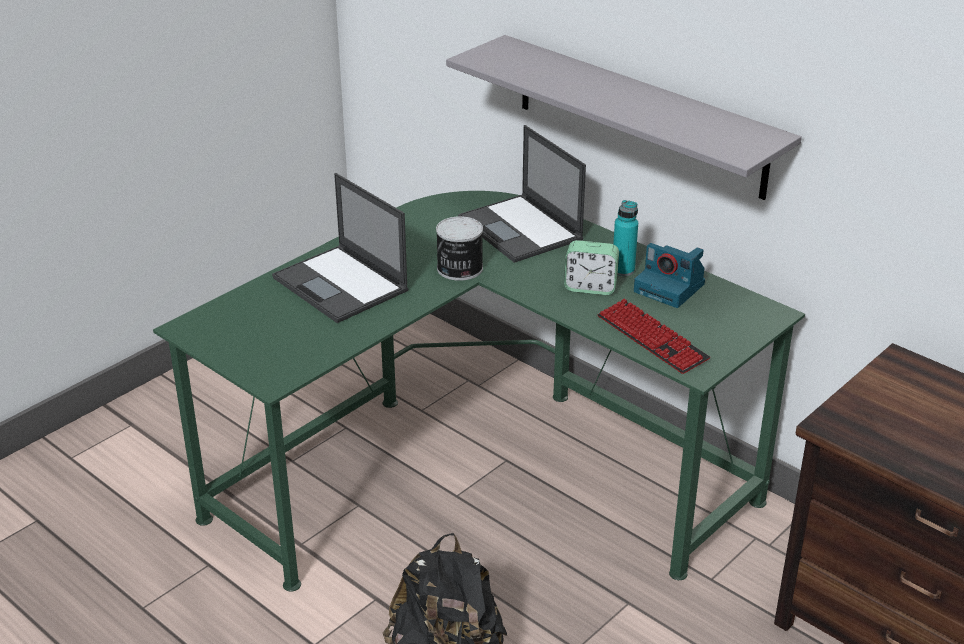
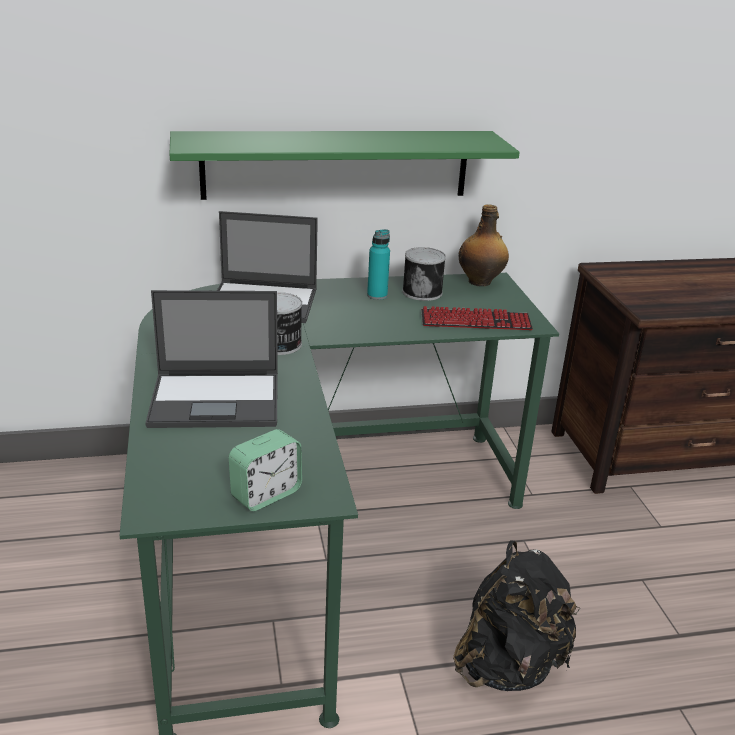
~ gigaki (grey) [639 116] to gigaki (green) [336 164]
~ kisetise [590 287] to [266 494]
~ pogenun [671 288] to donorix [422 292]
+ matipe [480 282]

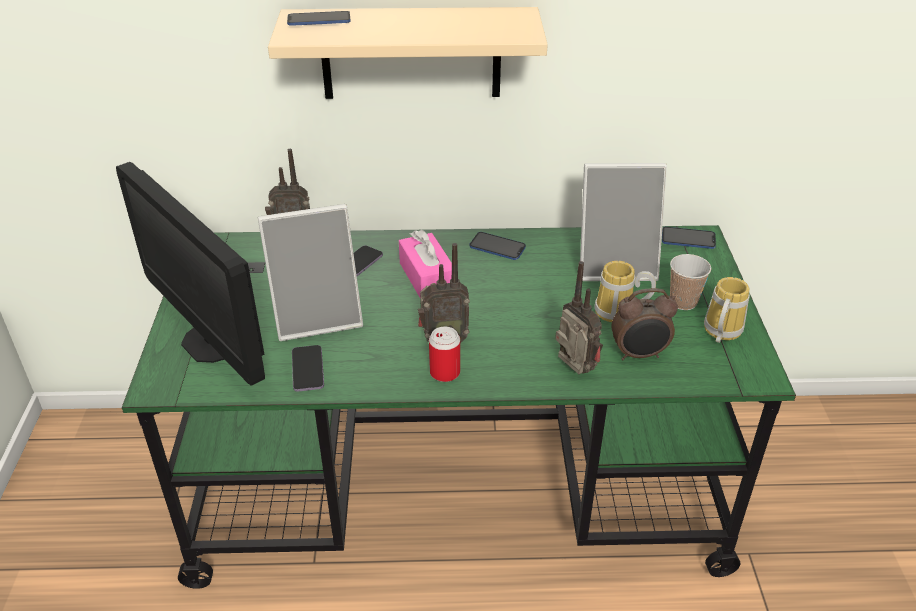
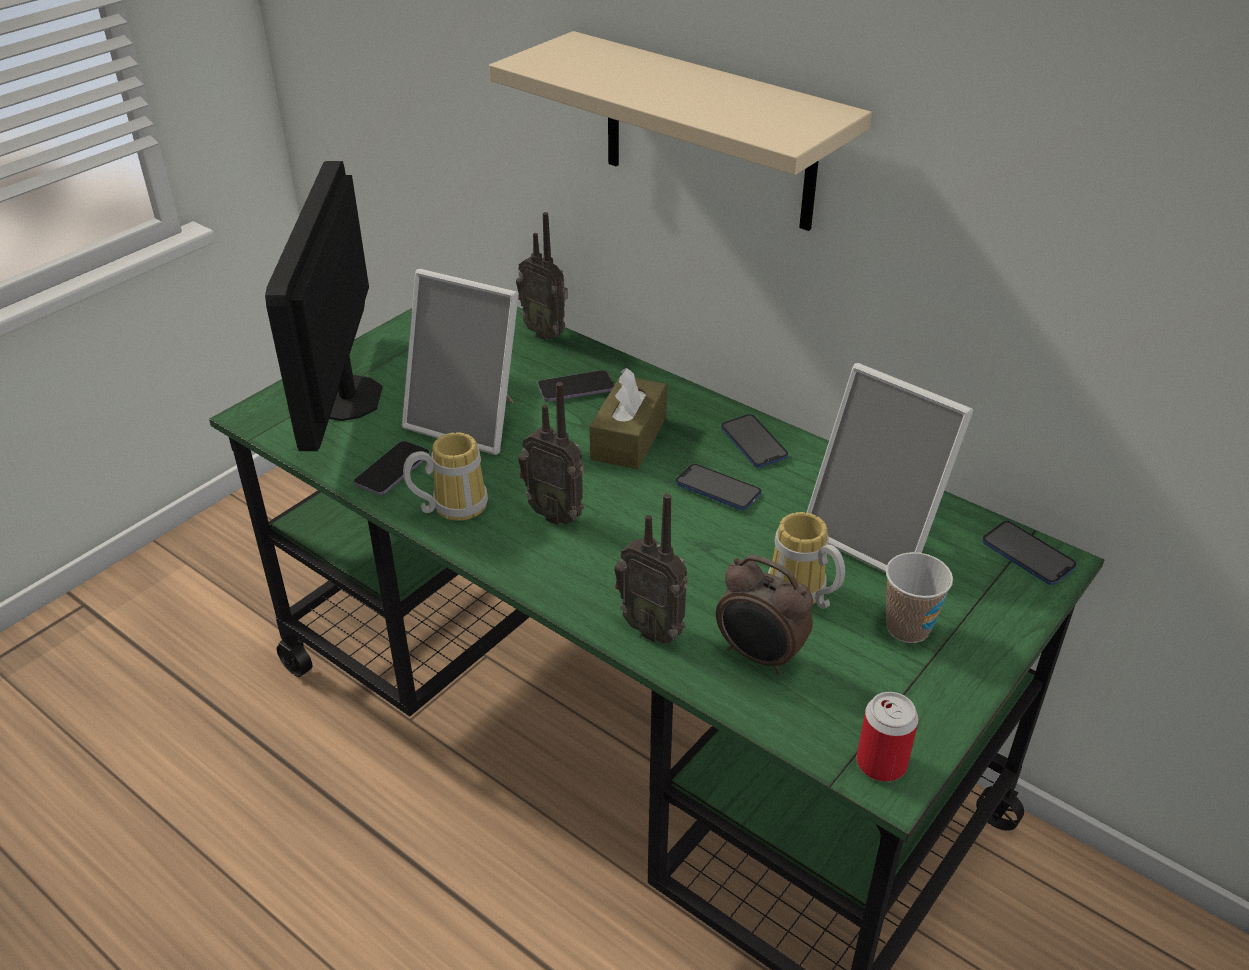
~ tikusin [319 20] to [718 489]
~ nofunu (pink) [427 278] to nofunu (brown) [629 438]
~ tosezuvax [573 371] = [653 628] 120 degrees clockwise
~ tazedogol [719 332] to [452 505]
~ donorix [445 372] to [881 763]

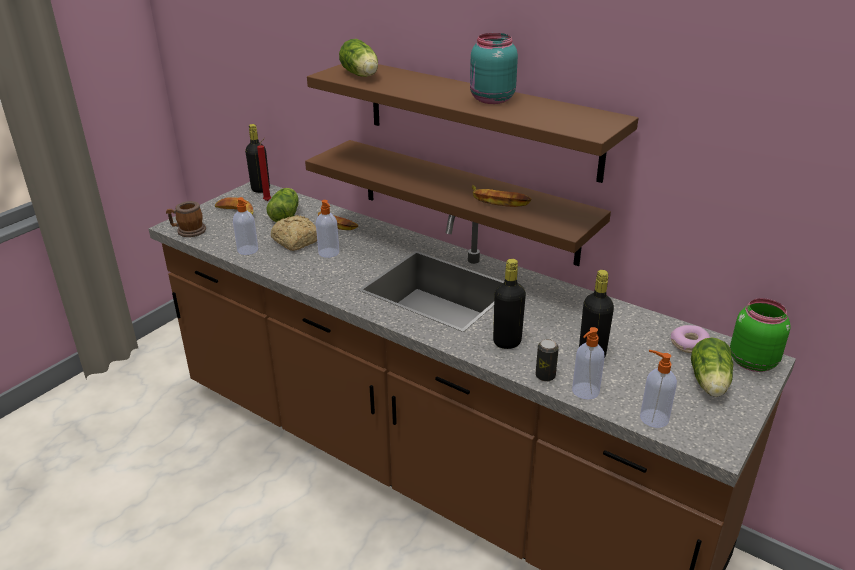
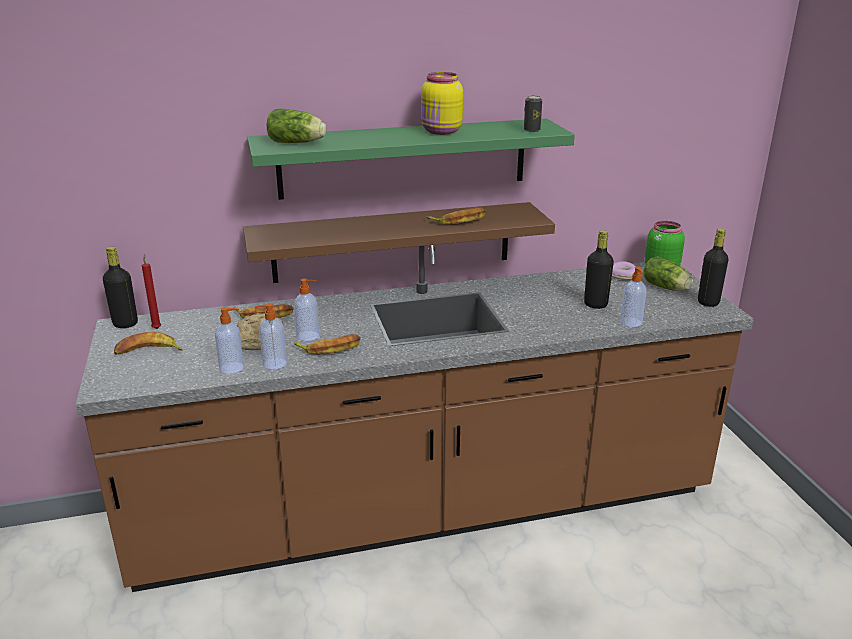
~ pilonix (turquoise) [491 99] to pilonix (yellow) [441 132]
~ gigaki (brown) [480 118] to gigaki (green) [403 158]
- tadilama [286 215]
- tazedogol [188 231]
~ matipe (black) [507 342] to [708 302]
~ donorix [545 376] to [531 130]
~ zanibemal [653 418] to [273 364]
+ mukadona [330 348]

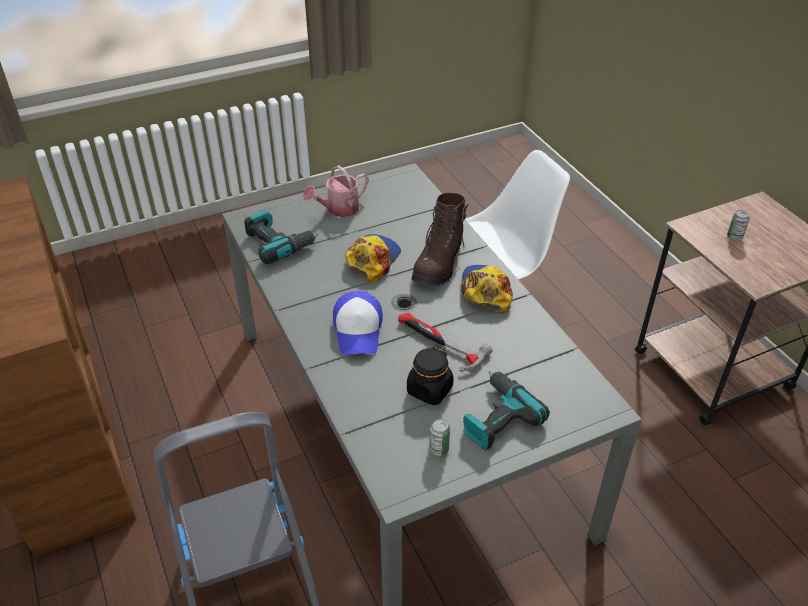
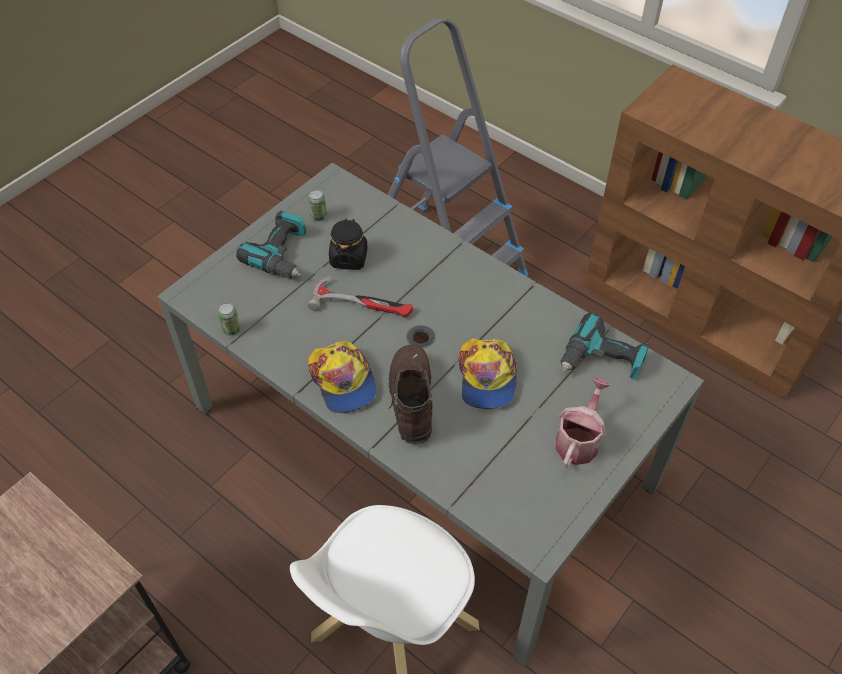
~ donorix [734 237] to [231 330]
- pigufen [358 330]

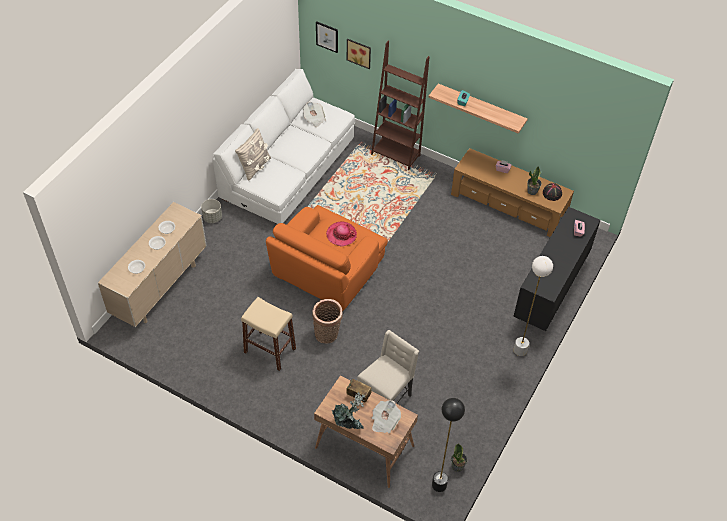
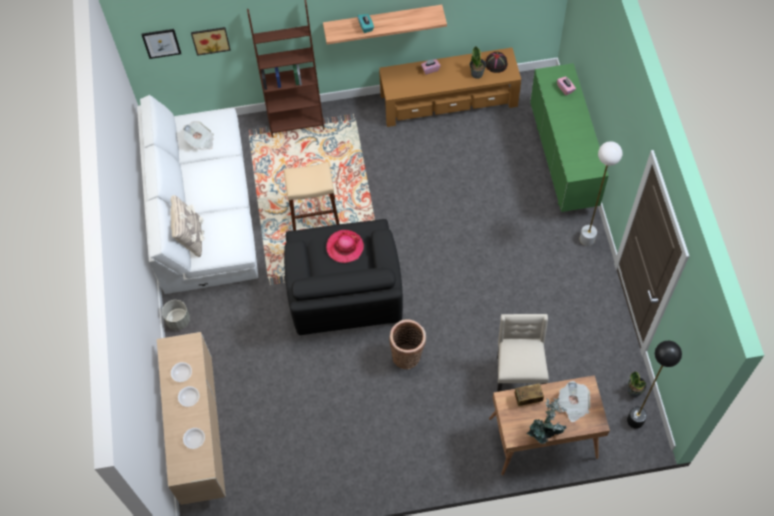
~ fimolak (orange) [327 268] to fimolak (black) [344 289]
~ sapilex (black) [550 293] to sapilex (green) [563 163]
~ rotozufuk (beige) [270 350] to [314 215]

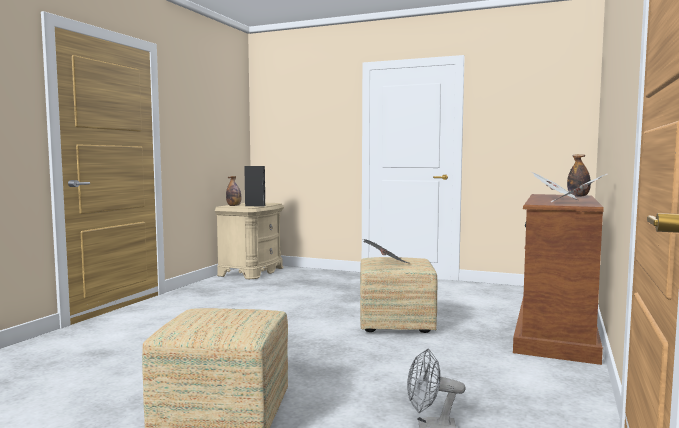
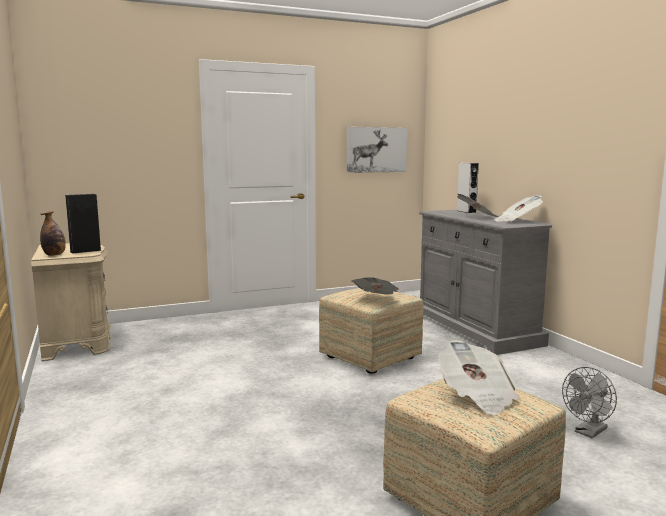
~ matipe [578 196] to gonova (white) [466 211]
~ sapilex (brown) [557 331] to sapilex (grey) [475 328]
+ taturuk [376 149]
+ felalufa [477 397]

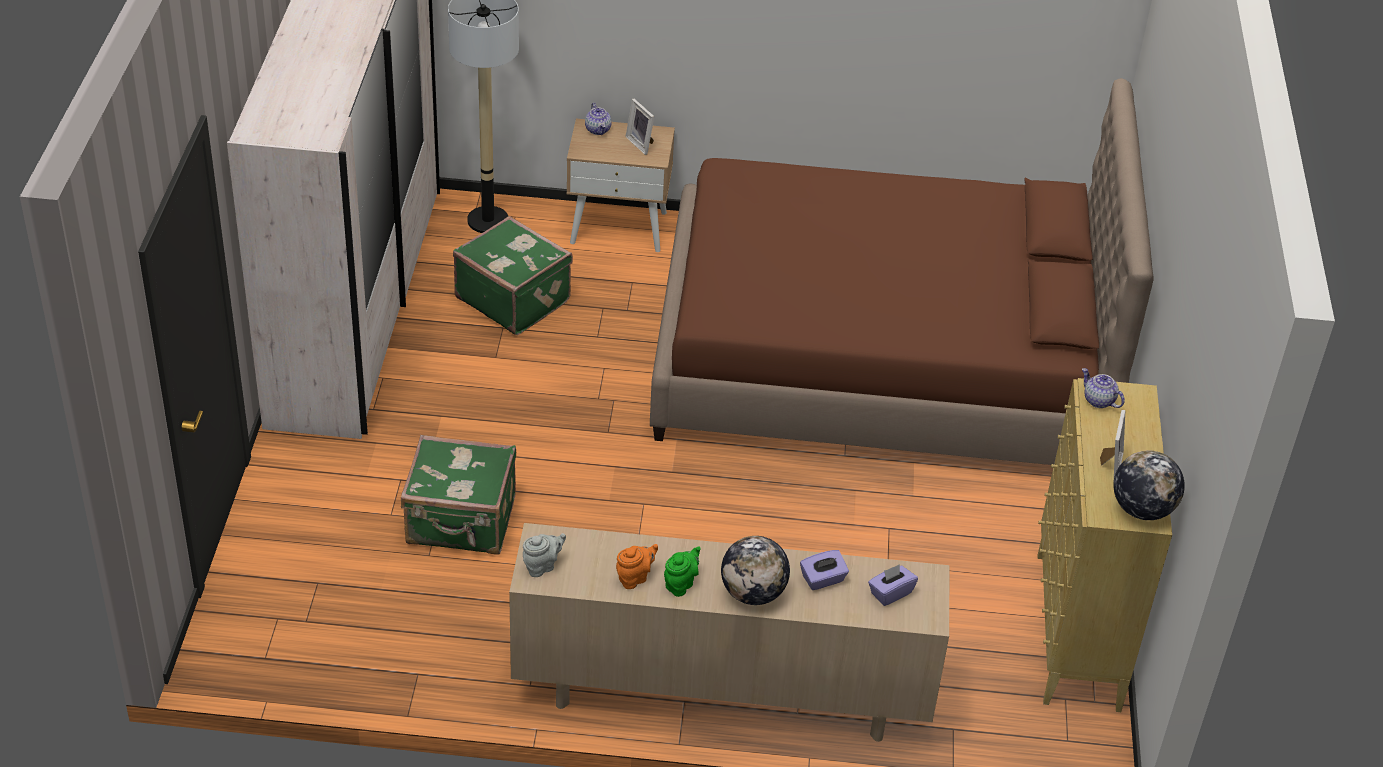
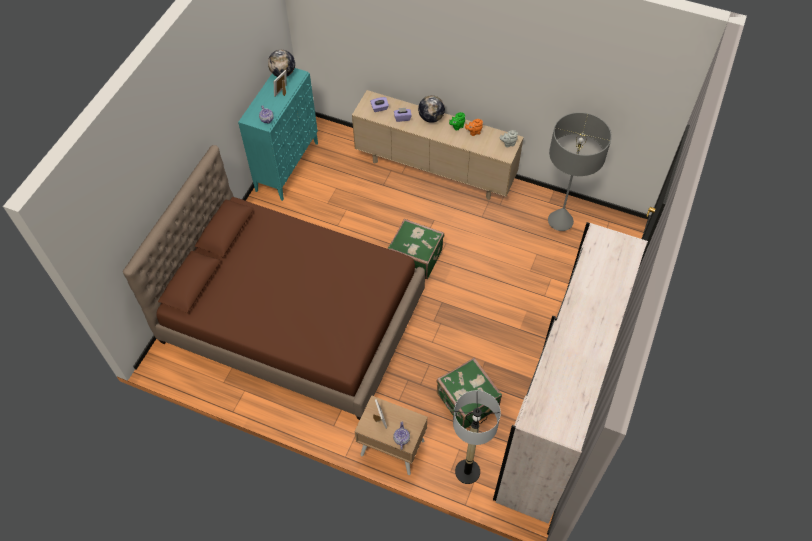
~ sapilex (beige) [1075 632] to sapilex (turquoise) [288 166]
~ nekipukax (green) [461 522] to [415 257]
+ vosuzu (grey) [560 222]

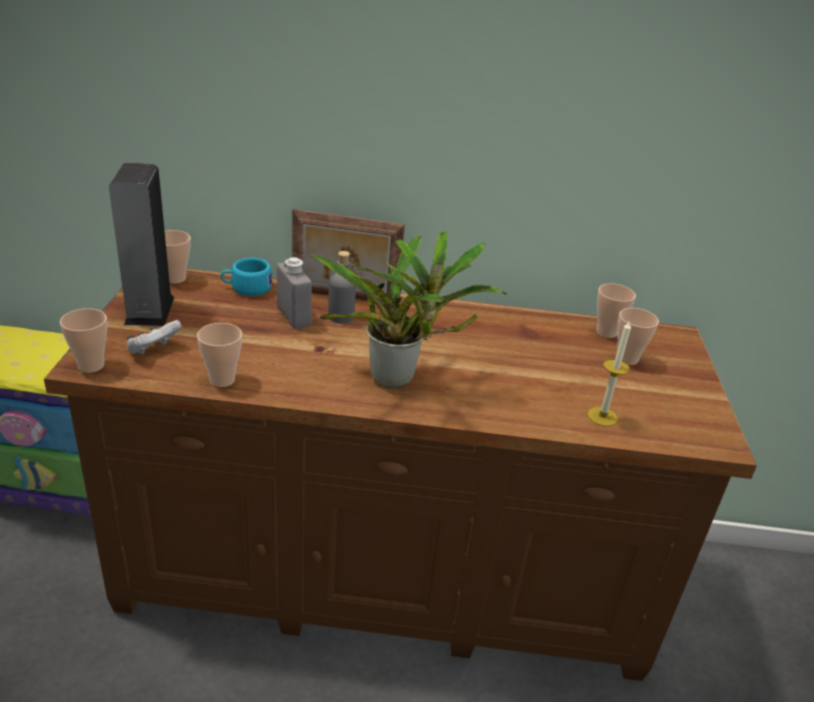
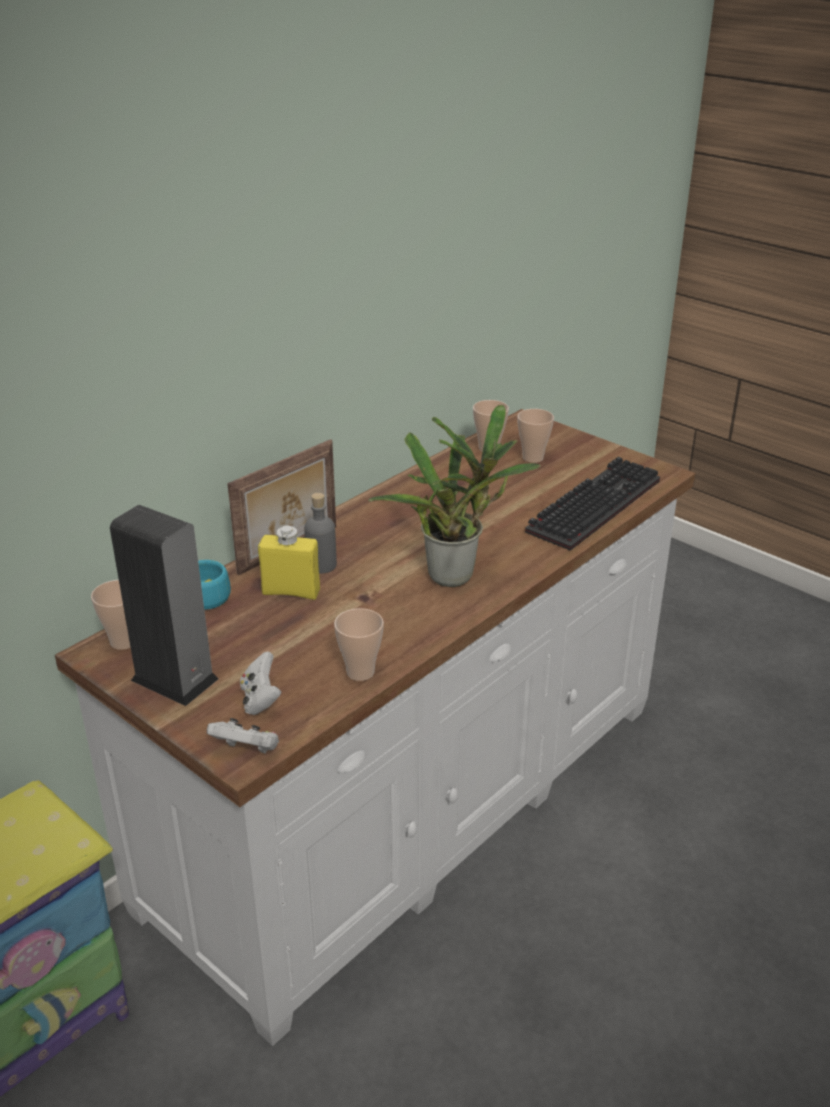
~ matipe (grey) [293 316] to matipe (yellow) [291 592]
~ sapilex (brown) [388 574] to sapilex (white) [415 803]
~ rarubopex [91 366] to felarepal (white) [247 750]
~ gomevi [602 416] to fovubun [593 504]

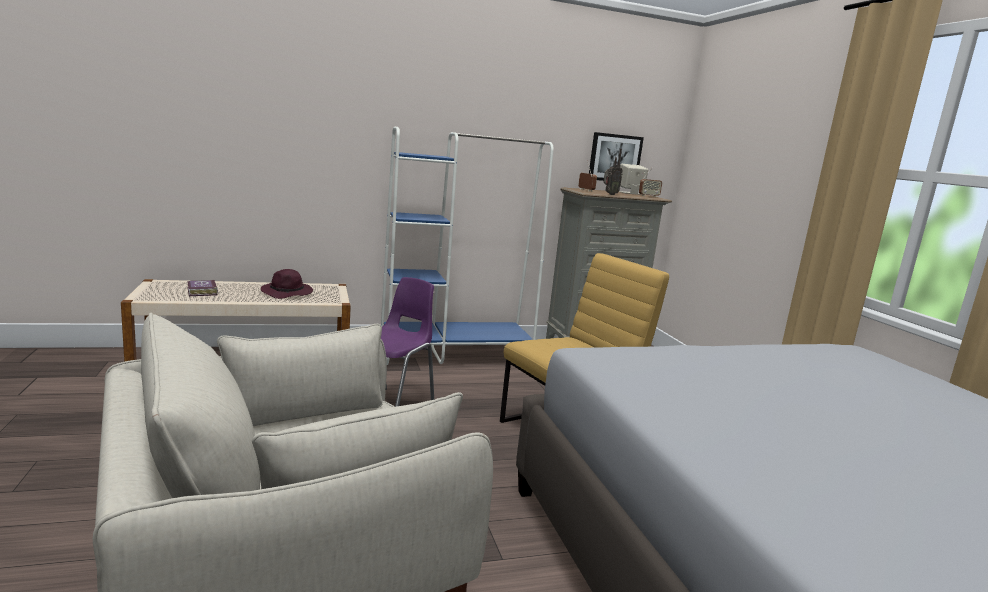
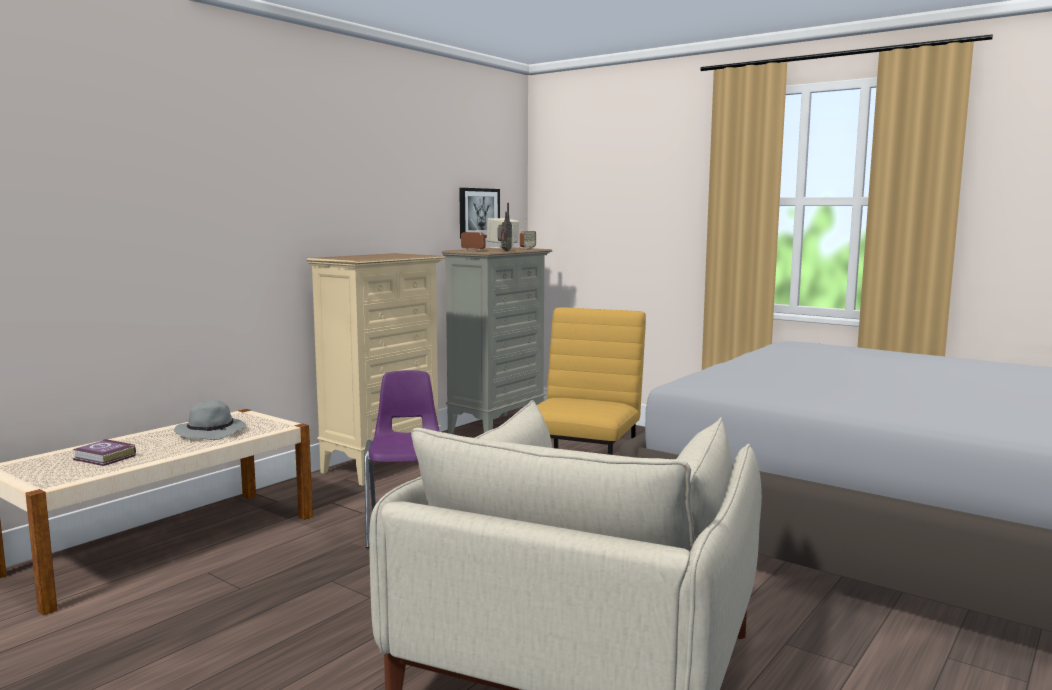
~ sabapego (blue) [456 356] to sapilex (beige) [384 465]
~ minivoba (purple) [288 293] to minivoba (grey) [212 432]

